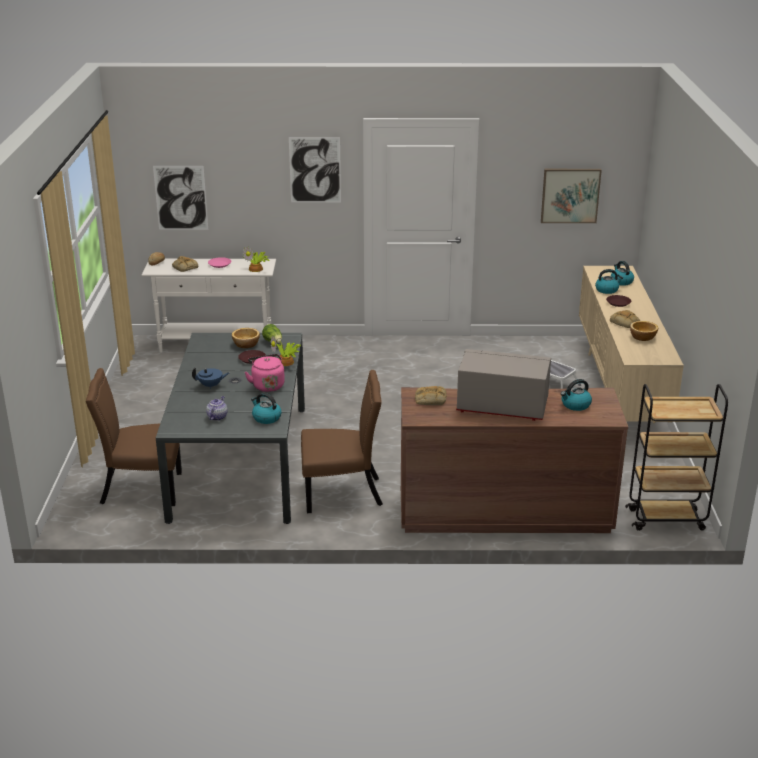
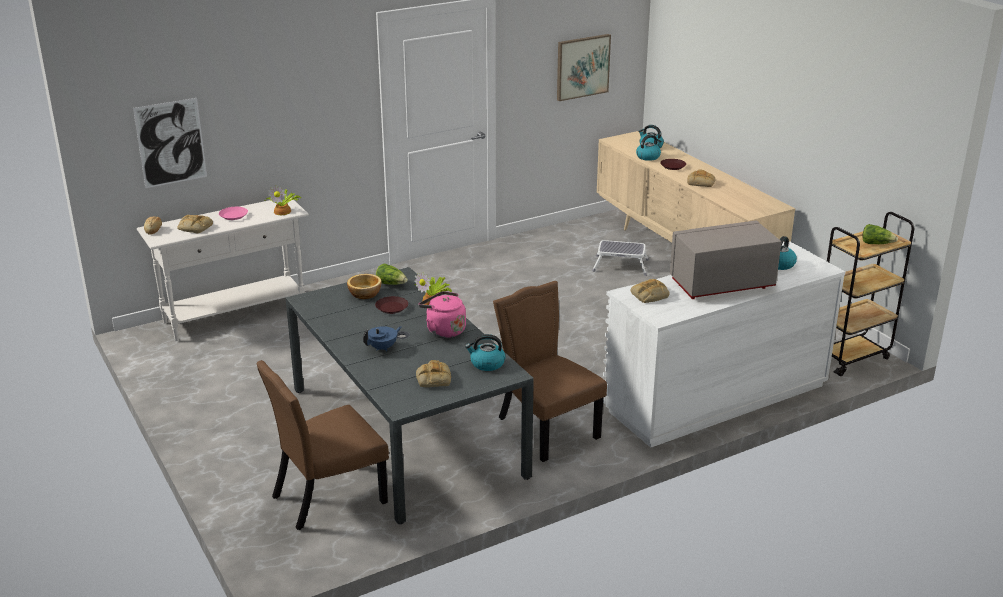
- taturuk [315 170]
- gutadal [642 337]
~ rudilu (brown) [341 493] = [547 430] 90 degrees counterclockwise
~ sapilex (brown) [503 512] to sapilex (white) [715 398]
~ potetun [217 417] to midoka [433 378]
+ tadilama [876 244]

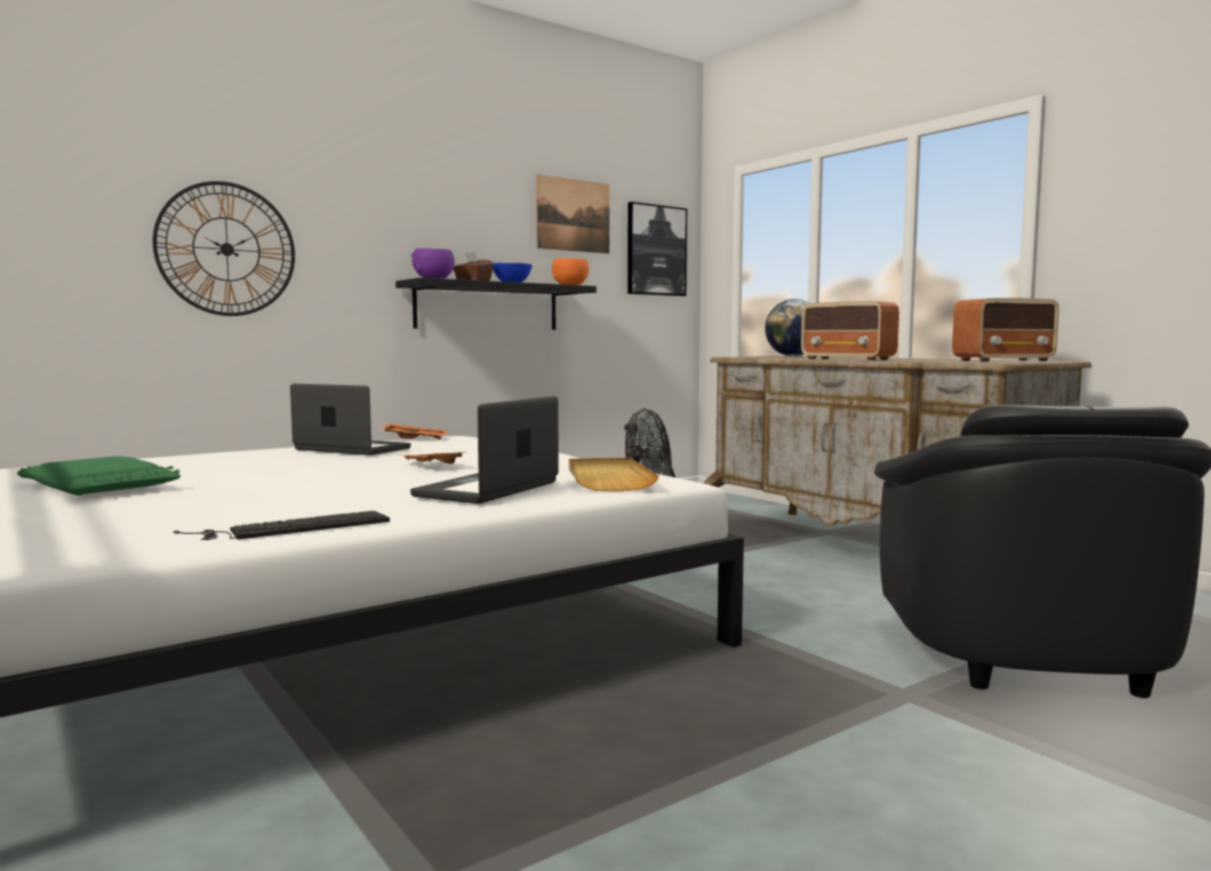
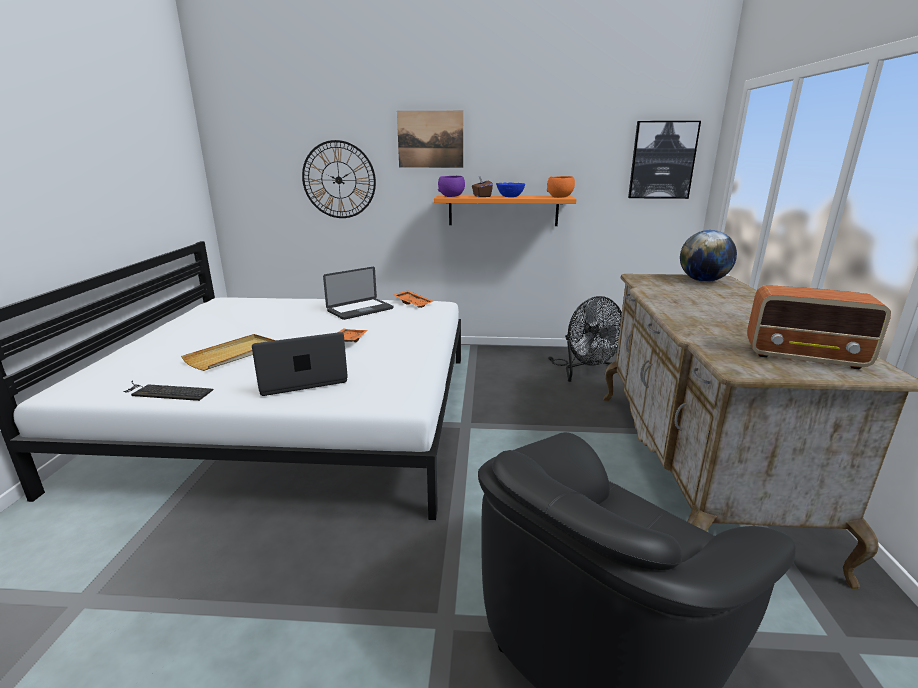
~ taturuk [573 215] to [430 139]
~ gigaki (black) [487 307] to gigaki (orange) [503 210]
- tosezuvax [848 359]
~ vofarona [352 449] = [360 310] 75 degrees clockwise
- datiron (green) [99 487]
~ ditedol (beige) [607 479] to [233 354]

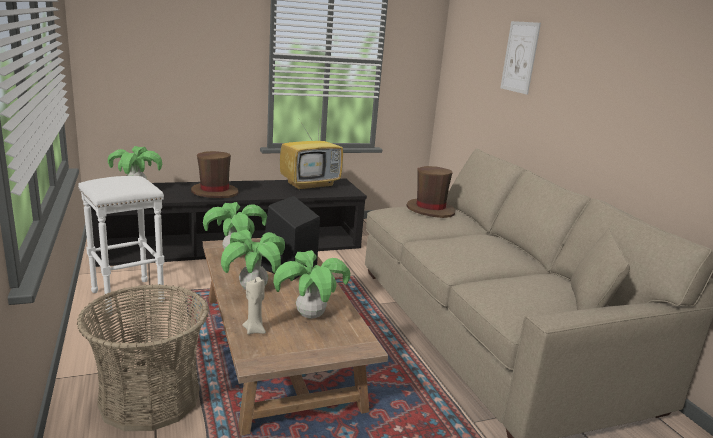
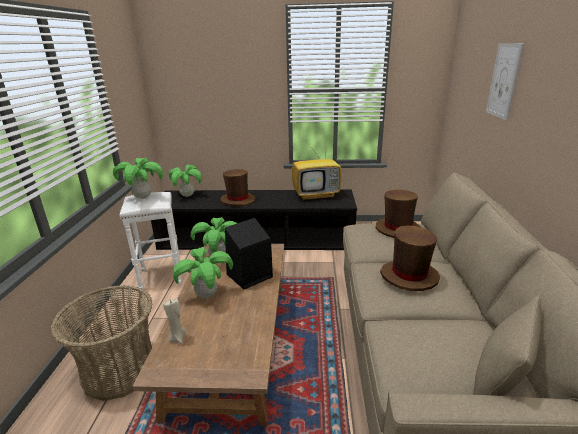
~ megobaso [311 315] to [143 197]
+ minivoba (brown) [409 276]

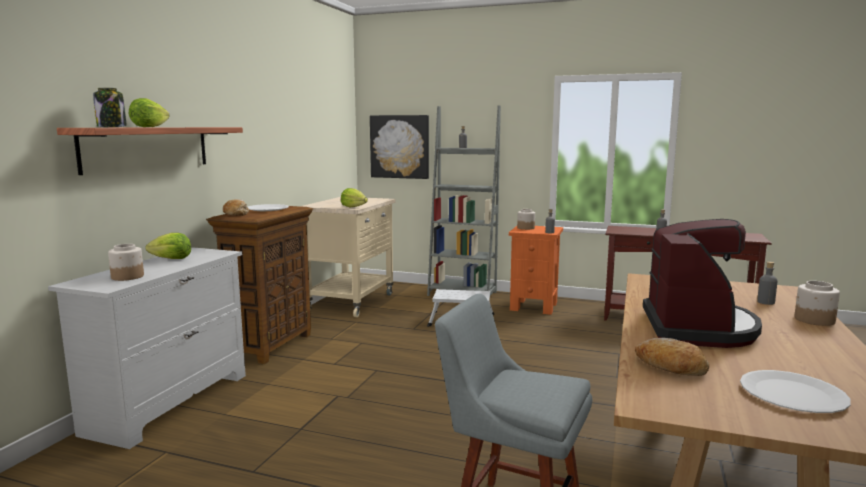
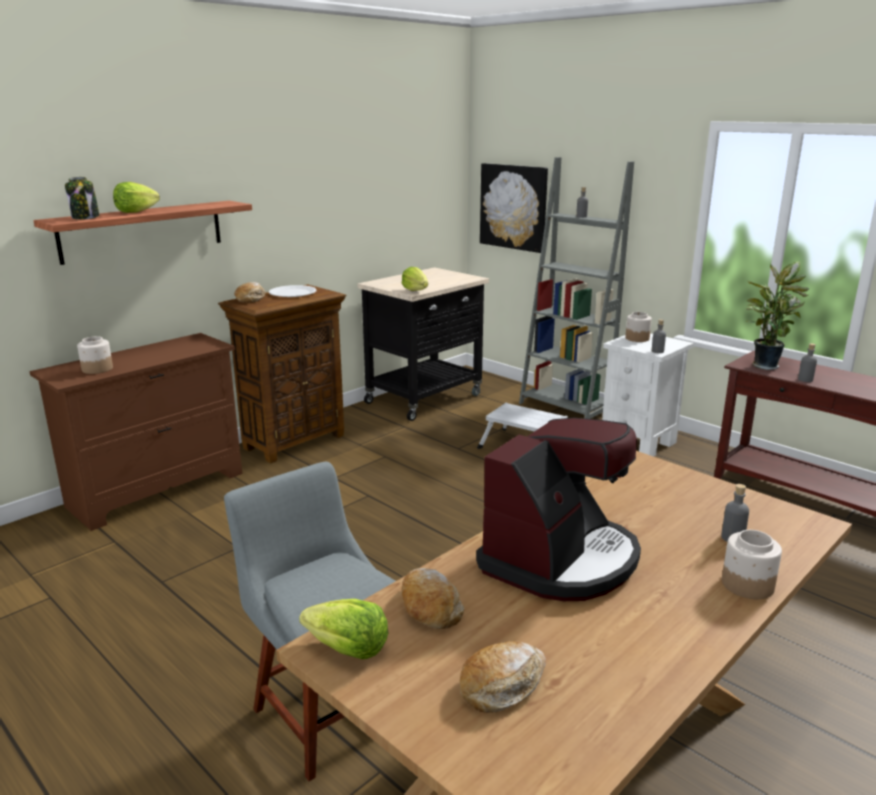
~ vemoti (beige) [350 302] to vemoti (black) [424 398]
~ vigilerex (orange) [534 306] to vigilerex (white) [638 443]
~ tadilama [171 259] to [347 649]
~ sapilex (white) [170 402] to sapilex (brown) [158 489]
~ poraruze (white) [792 394] to midoka [502 685]
+ megobaso [765 365]

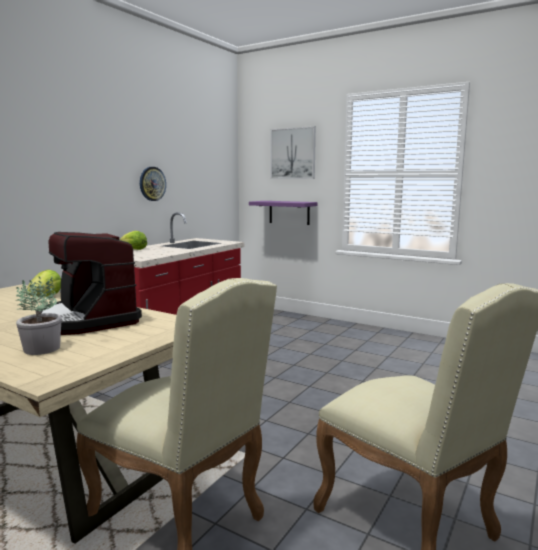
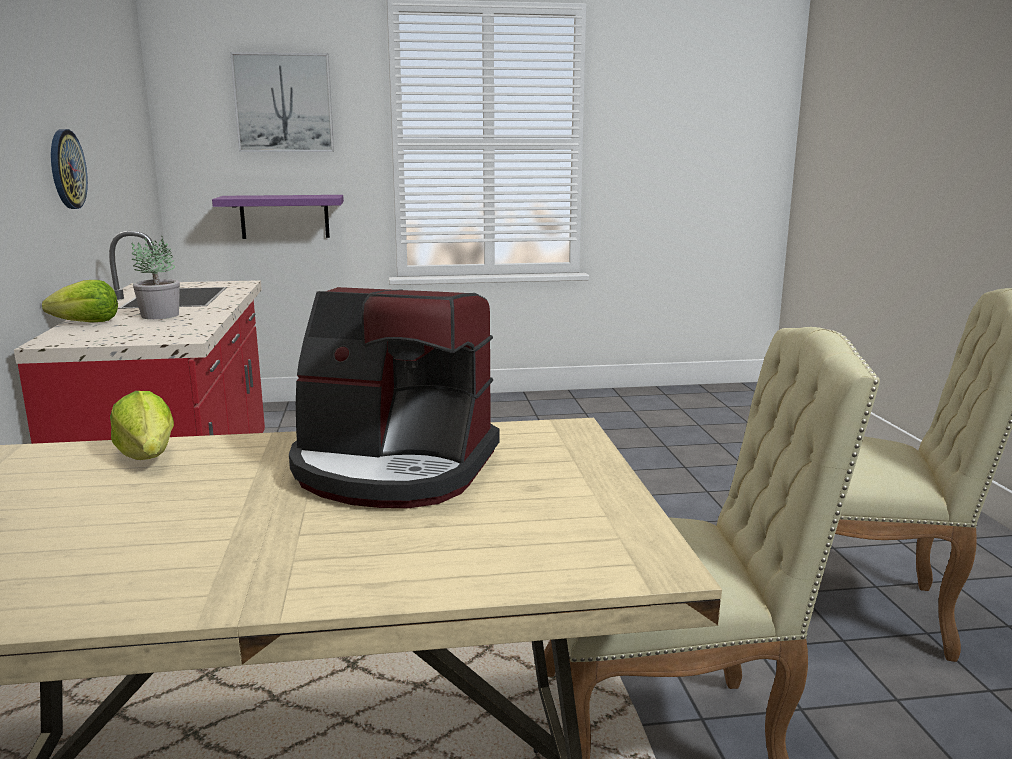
~ megobaso [42 348] to [160 315]

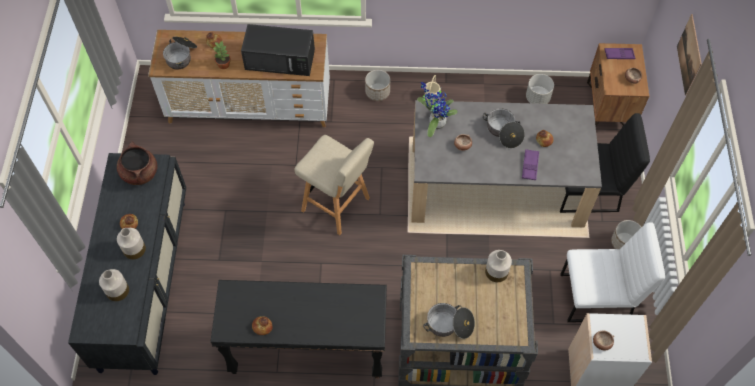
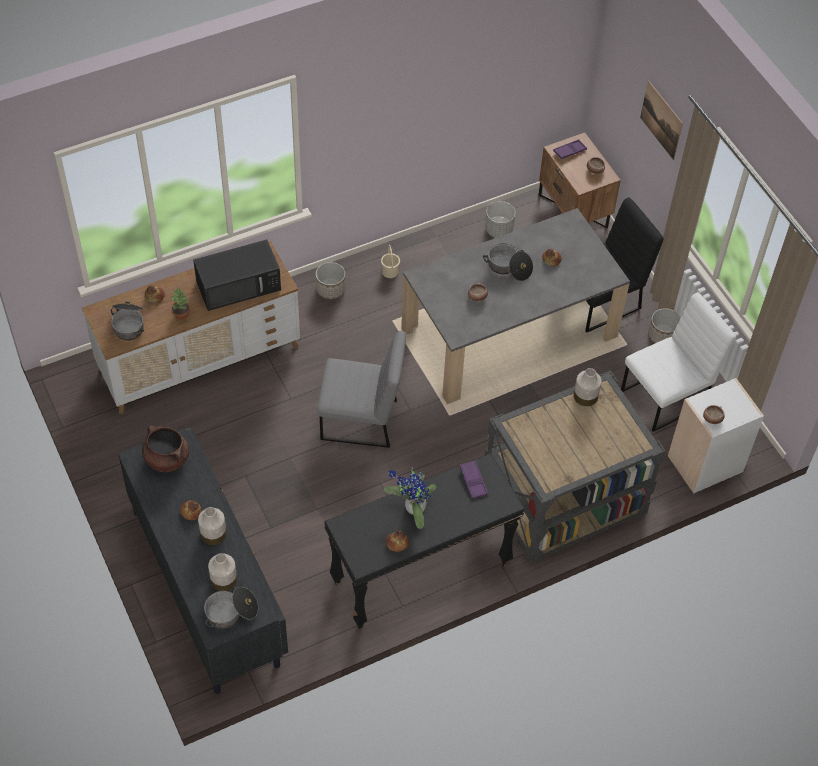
~ megobaso [435 122] to [412 508]
~ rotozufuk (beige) [337 206] to rudilu (grey) [361 420]
~ ditedol (purple) [530 166] to [473 481]
~ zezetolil [449 325] to [231 613]

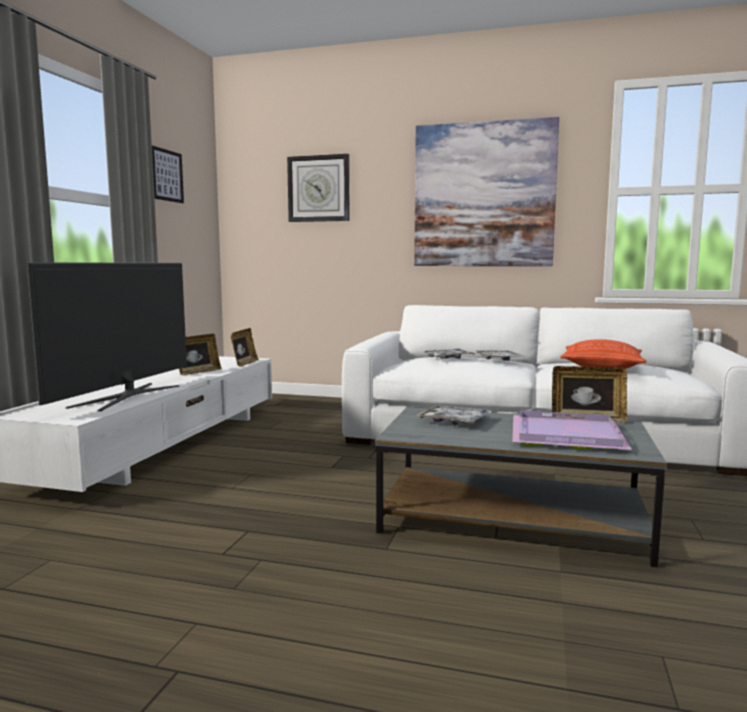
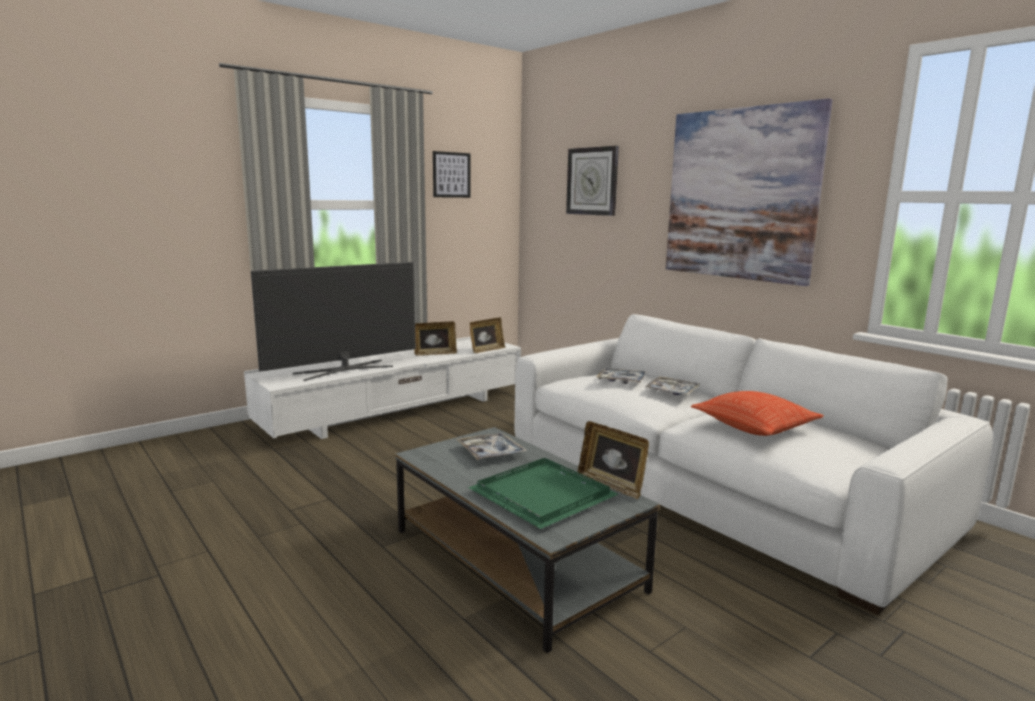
~ ditedol (purple) [568 435] to ditedol (green) [545 495]

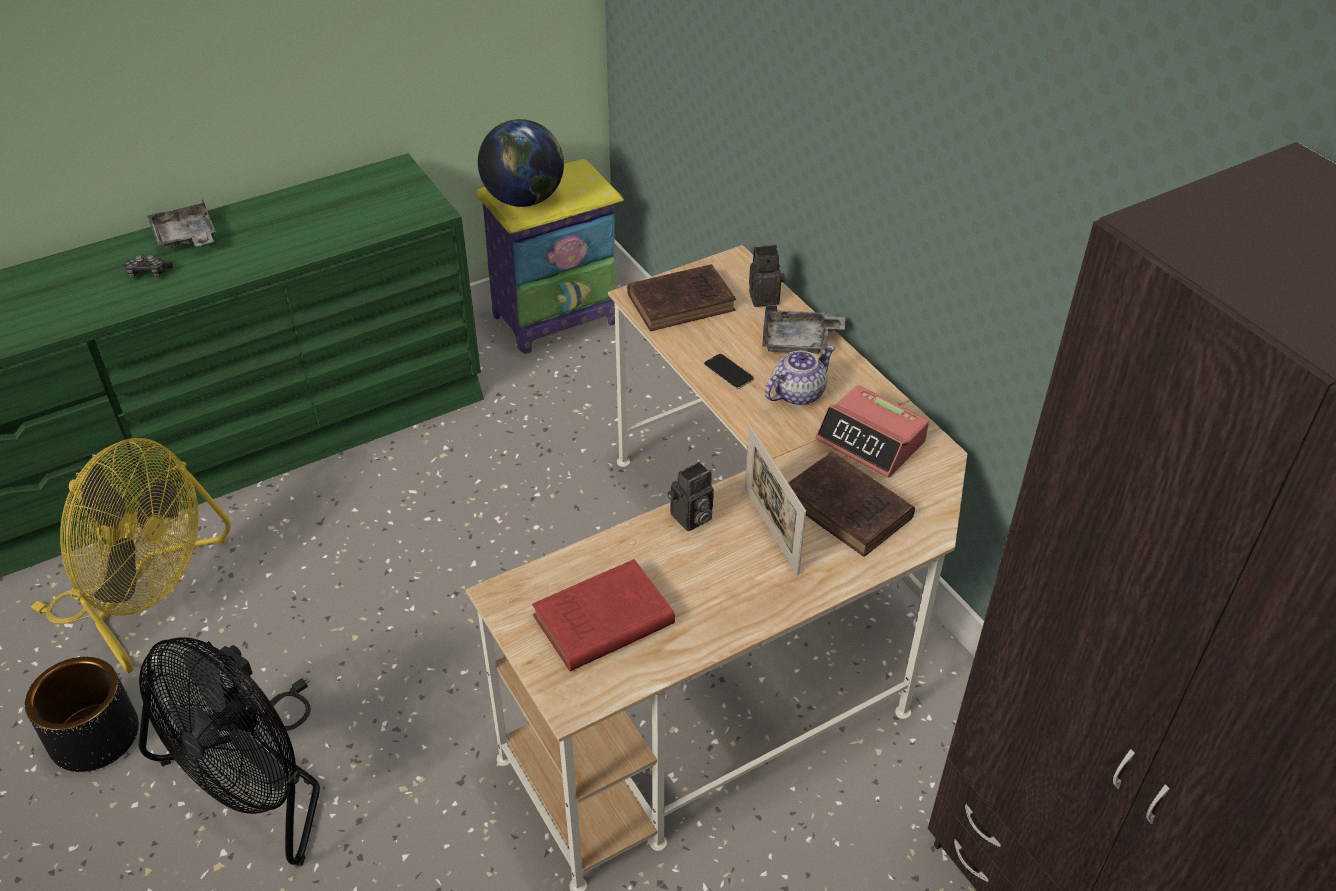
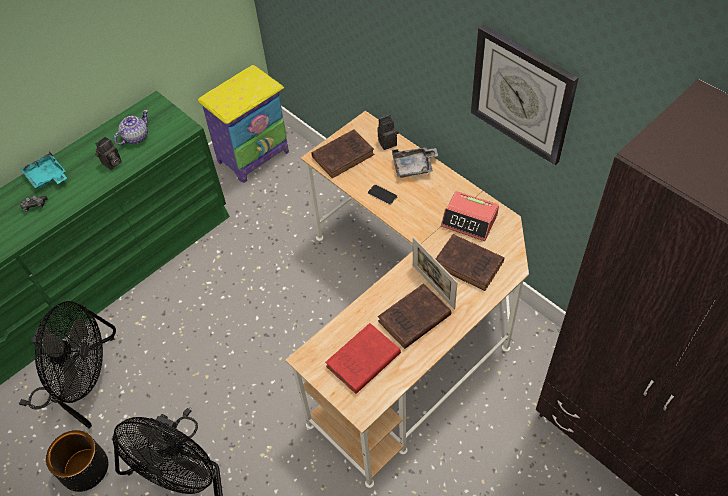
- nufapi [524 199]
~ ditedol (grey) [186 237] to ditedol (turquoise) [47 177]
~ potetun [797 393] to [135 137]
~ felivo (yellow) [143 600] to felivo (black) [80 384]
~ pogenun [691 519] to [112 164]
+ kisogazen [522 94]
+ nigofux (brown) [413 319]

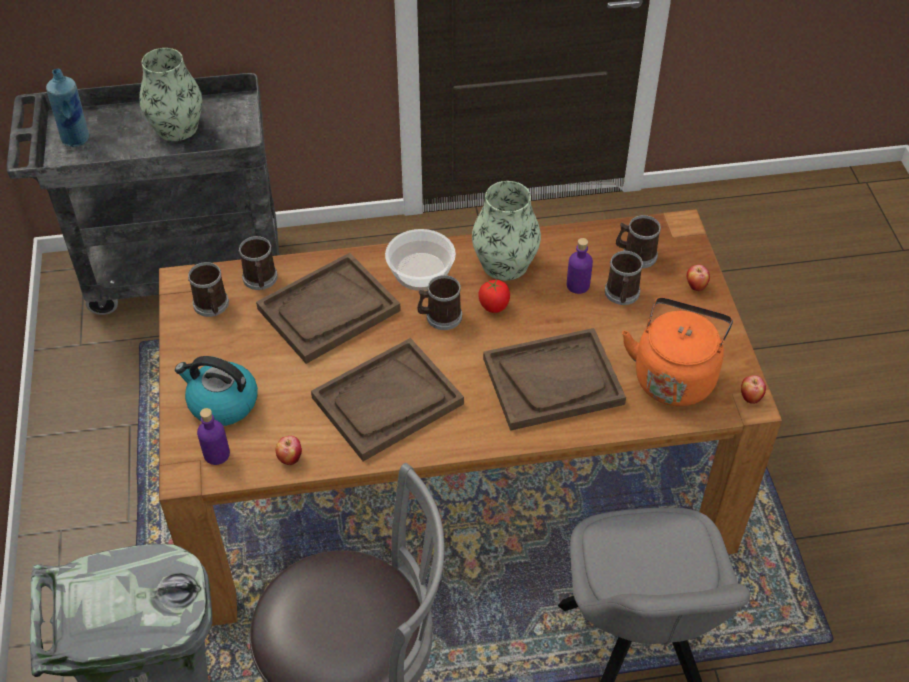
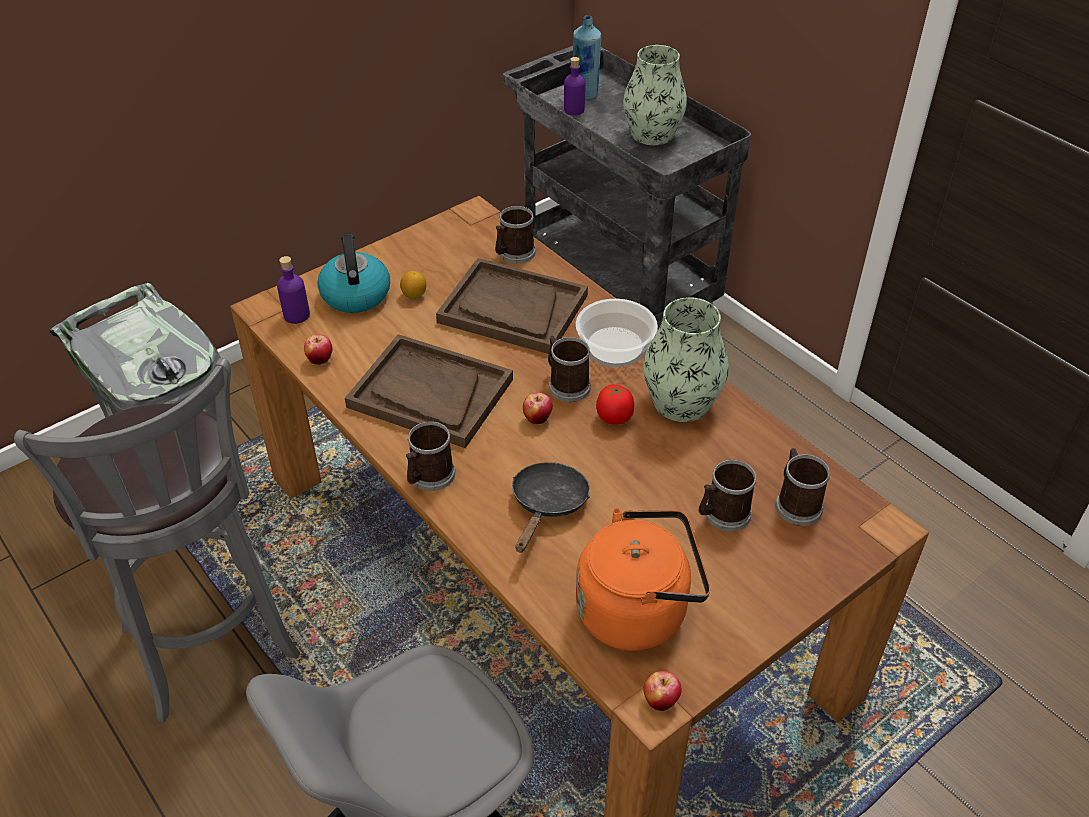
~ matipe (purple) [578 285] to [574 110]
~ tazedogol [212 306] to [429 477]
~ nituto [695 286] to [537 419]
~ ditedol (brown) [553 381] to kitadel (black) [547 505]
+ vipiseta [414 295]

